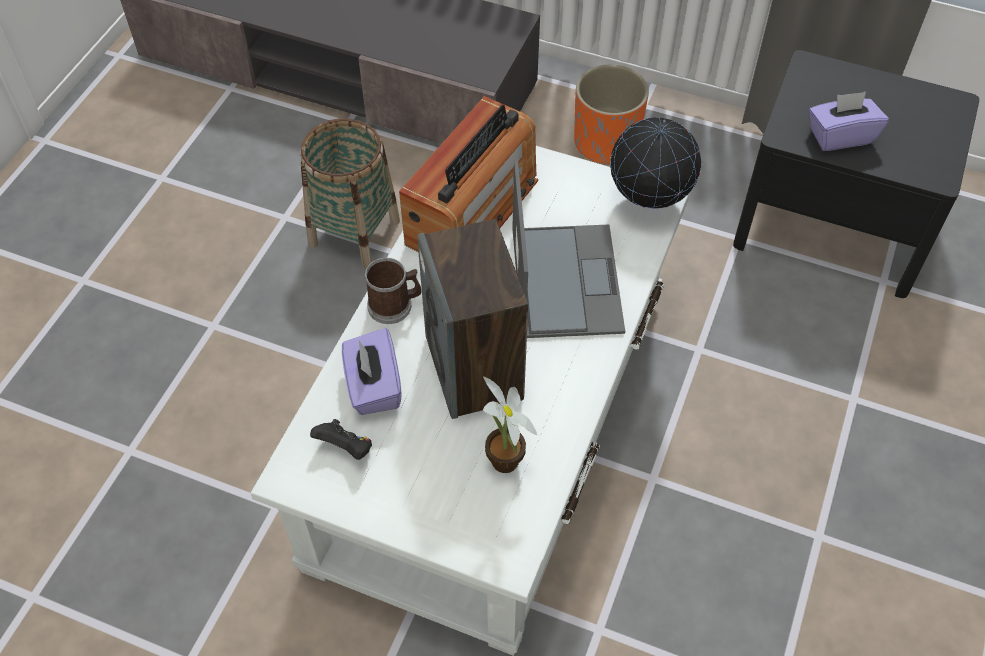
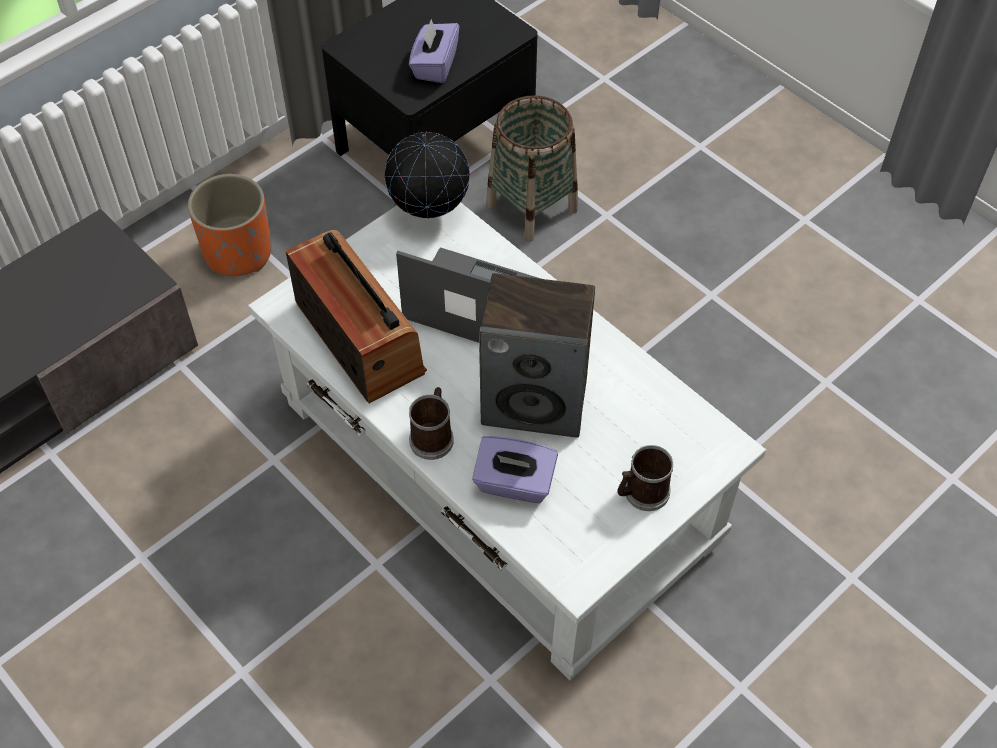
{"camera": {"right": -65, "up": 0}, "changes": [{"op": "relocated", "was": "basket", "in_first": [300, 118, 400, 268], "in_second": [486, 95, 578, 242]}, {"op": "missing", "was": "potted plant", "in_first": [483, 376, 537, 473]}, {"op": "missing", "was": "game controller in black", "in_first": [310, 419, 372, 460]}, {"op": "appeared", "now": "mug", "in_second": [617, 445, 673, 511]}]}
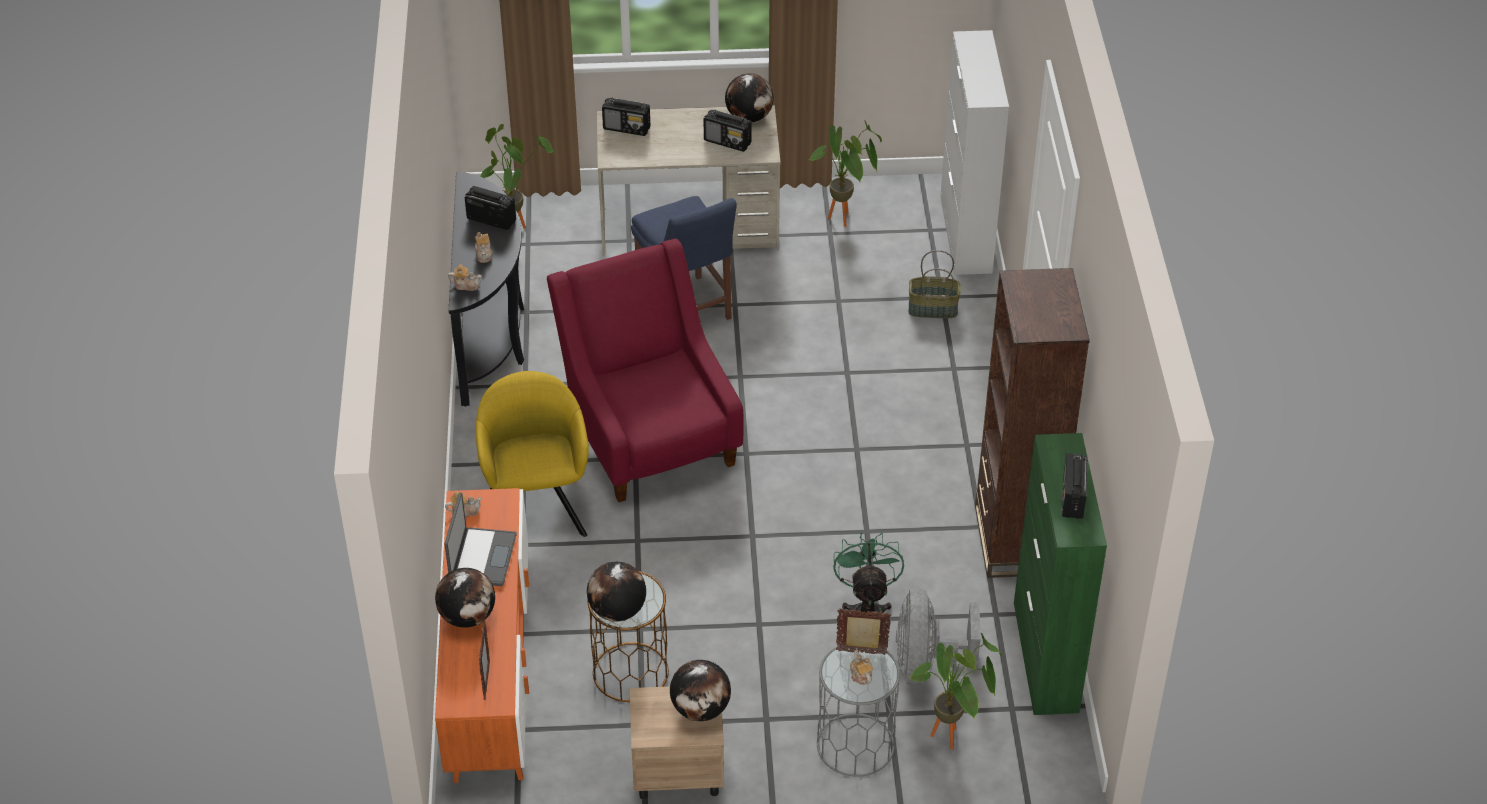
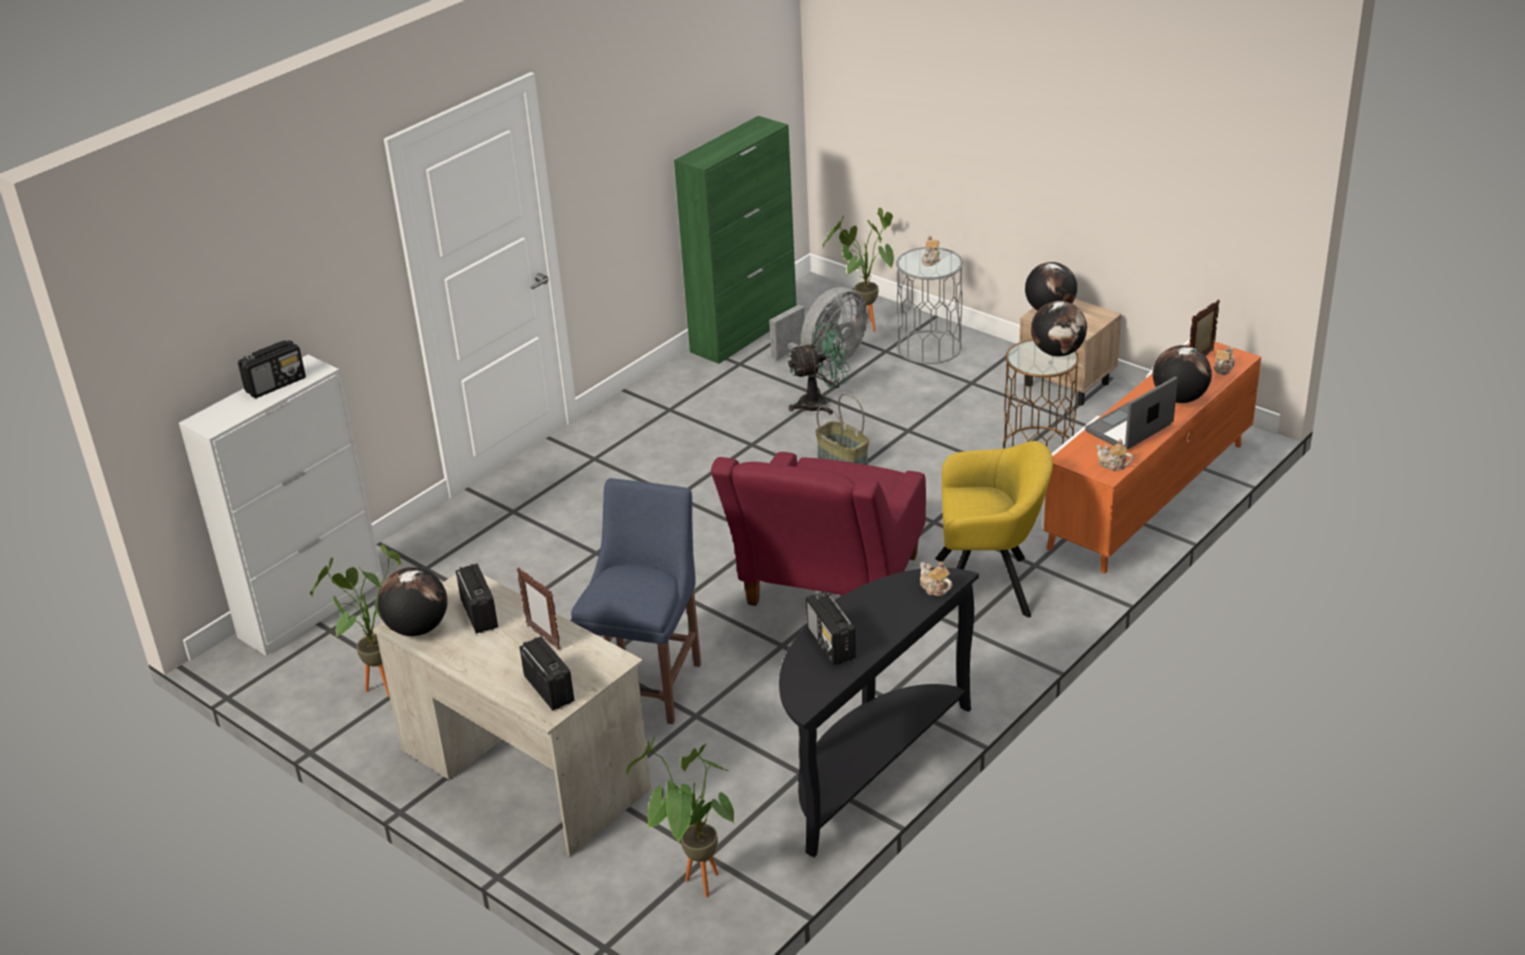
{"camera": {"right": -135, "up": -10}, "changes": [{"op": "relocated", "was": "teapot", "in_first": [475, 232, 493, 263], "in_second": [1213, 347, 1235, 375]}, {"op": "relocated", "was": "basket", "in_first": [908, 250, 961, 318], "in_second": [815, 393, 869, 465]}, {"op": "missing", "was": "bookcase in brown", "in_first": [975, 268, 1090, 578]}, {"op": "spun", "was": "armchair in yellow", "in_first": [476, 371, 589, 537], "in_second": [935, 441, 1053, 617], "clockwise": -120}, {"op": "relocated", "was": "radio", "in_first": [1061, 453, 1087, 519], "in_second": [238, 340, 306, 398]}, {"op": "spun", "was": "fan in green", "in_first": [833, 532, 904, 616], "in_second": [788, 324, 850, 415], "clockwise": -150}, {"op": "relocated", "was": "picture frame", "in_first": [836, 608, 891, 655], "in_second": [517, 568, 561, 650]}]}
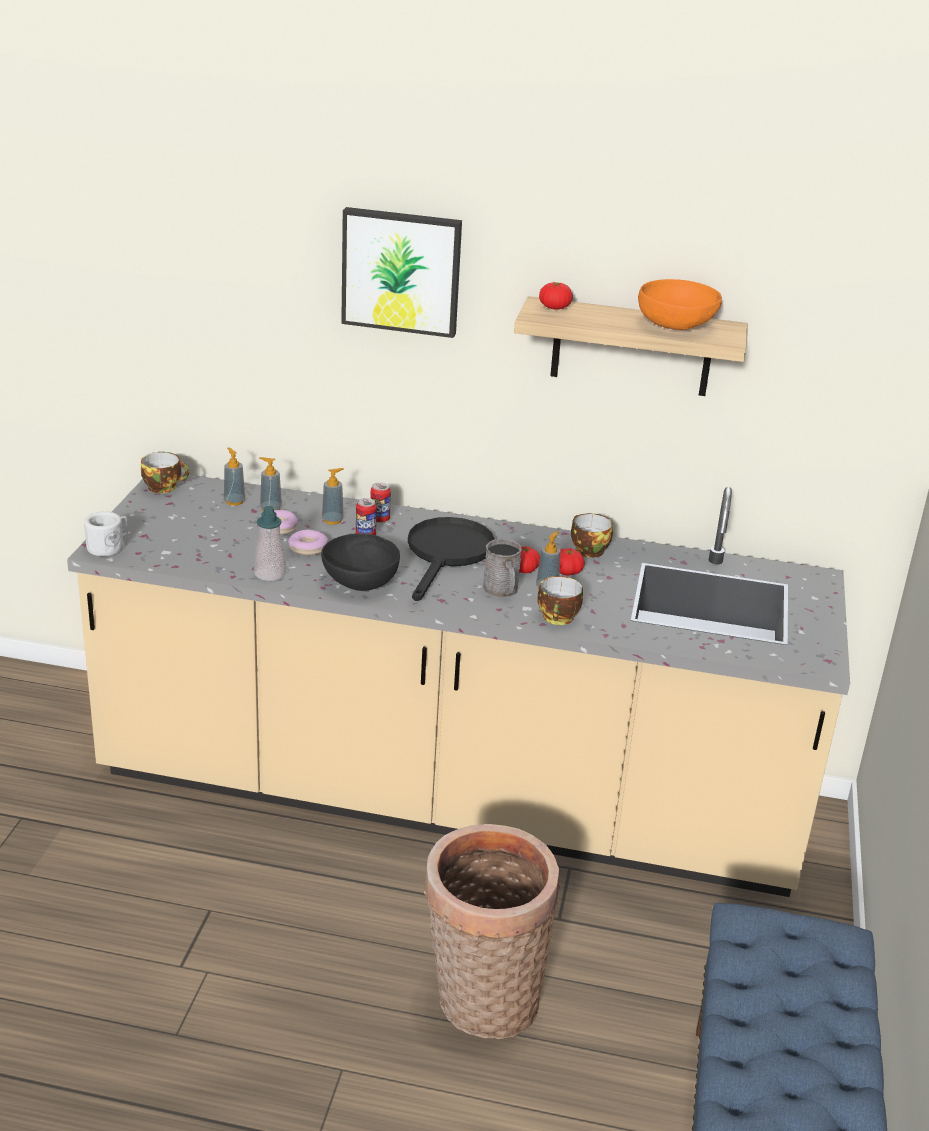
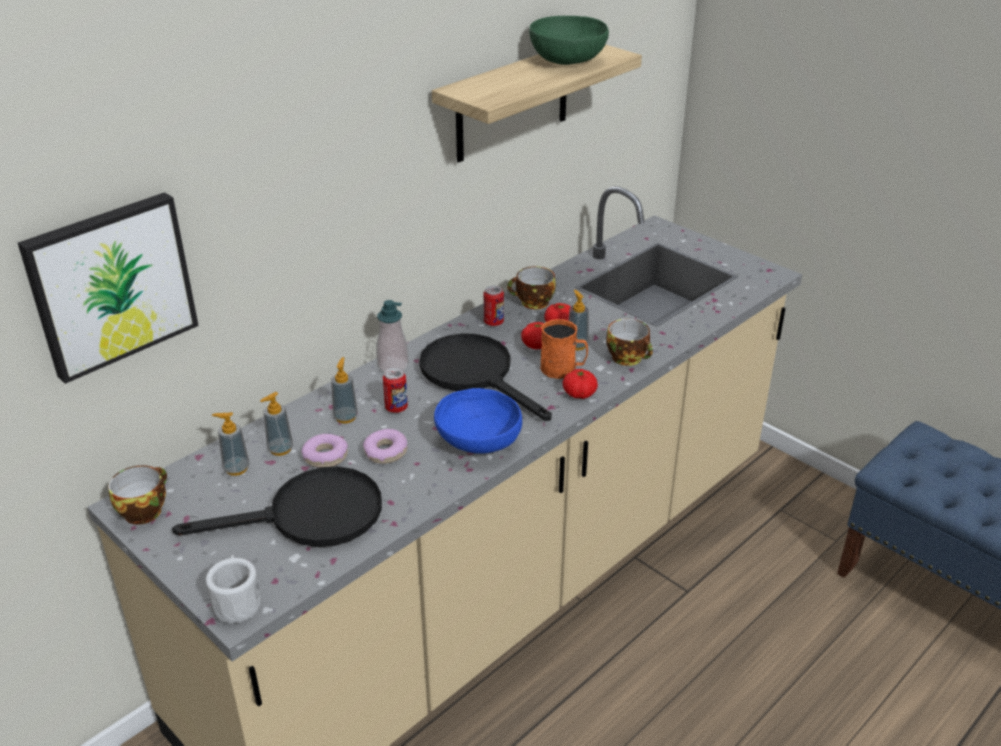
{"camera": {"right": -55, "up": 5}, "changes": [{"op": "relocated", "was": "picture", "in_first": [341, 207, 462, 338], "in_second": [18, 192, 199, 384]}, {"op": "colour", "was": "bowl in orange", "now": "bowl in green", "in_first": [638, 279, 722, 330], "in_second": [529, 16, 609, 65]}, {"op": "relocated", "was": "tomato", "in_first": [539, 282, 573, 309], "in_second": [563, 369, 598, 399]}, {"op": "relocated", "was": "can", "in_first": [370, 482, 391, 523], "in_second": [483, 286, 504, 326]}, {"op": "relocated", "was": "soap dispenser", "in_first": [254, 506, 286, 581], "in_second": [376, 300, 409, 372]}, {"op": "colour", "was": "bowl in black", "now": "bowl in blue", "in_first": [321, 533, 400, 591], "in_second": [434, 388, 522, 454]}, {"op": "colour", "was": "mug in grey", "now": "mug in orange", "in_first": [483, 539, 522, 598], "in_second": [540, 319, 588, 379]}, {"op": "missing", "was": "basket", "in_first": [424, 824, 560, 1039]}, {"op": "appeared", "now": "frying pan in black", "in_second": [172, 466, 382, 547]}]}
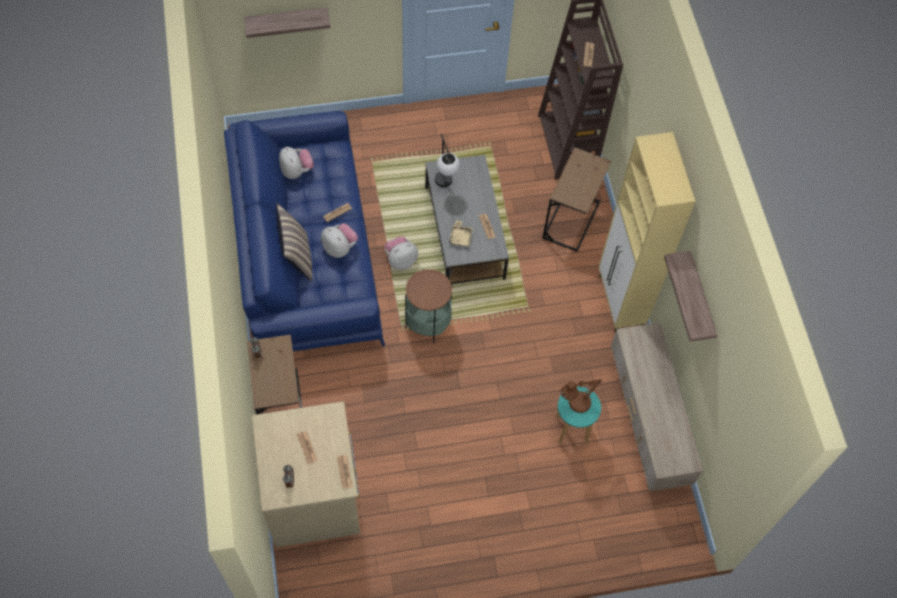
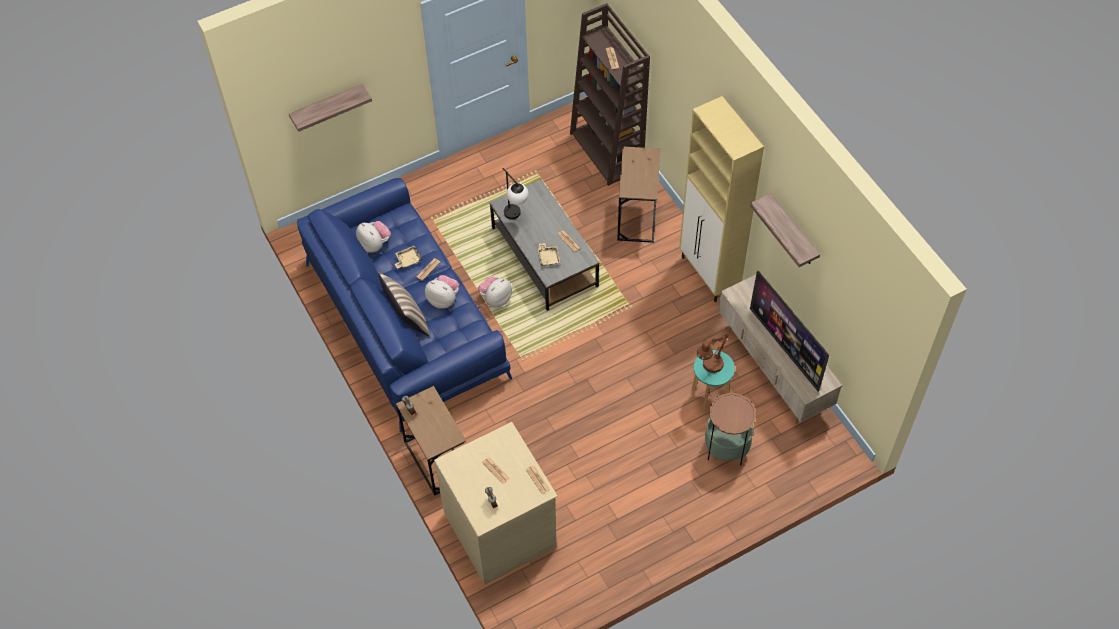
{"camera": {"right": -15, "up": -5}, "changes": [{"op": "relocated", "was": "side table", "in_first": [405, 269, 452, 343], "in_second": [705, 393, 756, 465]}, {"op": "appeared", "now": "tray in beige", "in_second": [395, 246, 422, 269]}, {"op": "appeared", "now": "television", "in_second": [750, 270, 829, 391]}]}
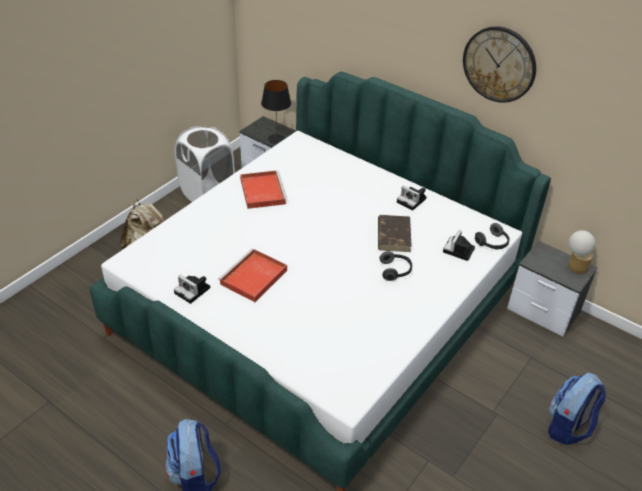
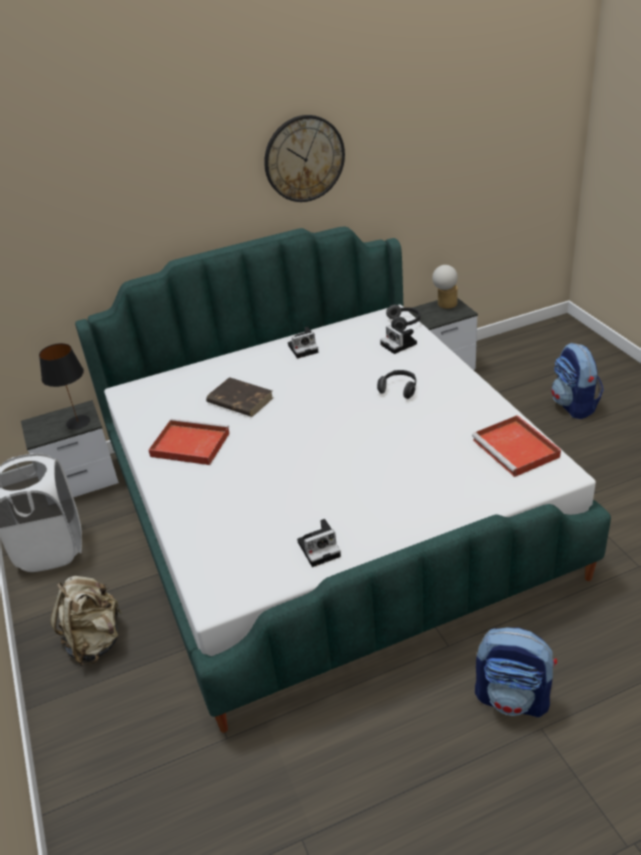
{"camera": {"right": -55, "up": -5}, "changes": [{"op": "relocated", "was": "book in brown", "in_first": [378, 215, 412, 252], "in_second": [206, 377, 273, 417]}, {"op": "relocated", "was": "tray in red", "in_first": [218, 248, 287, 302], "in_second": [472, 415, 561, 477]}]}
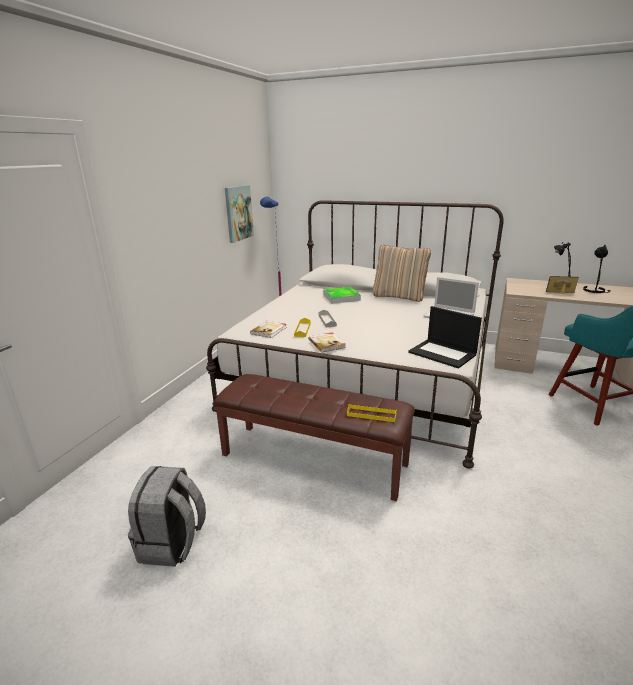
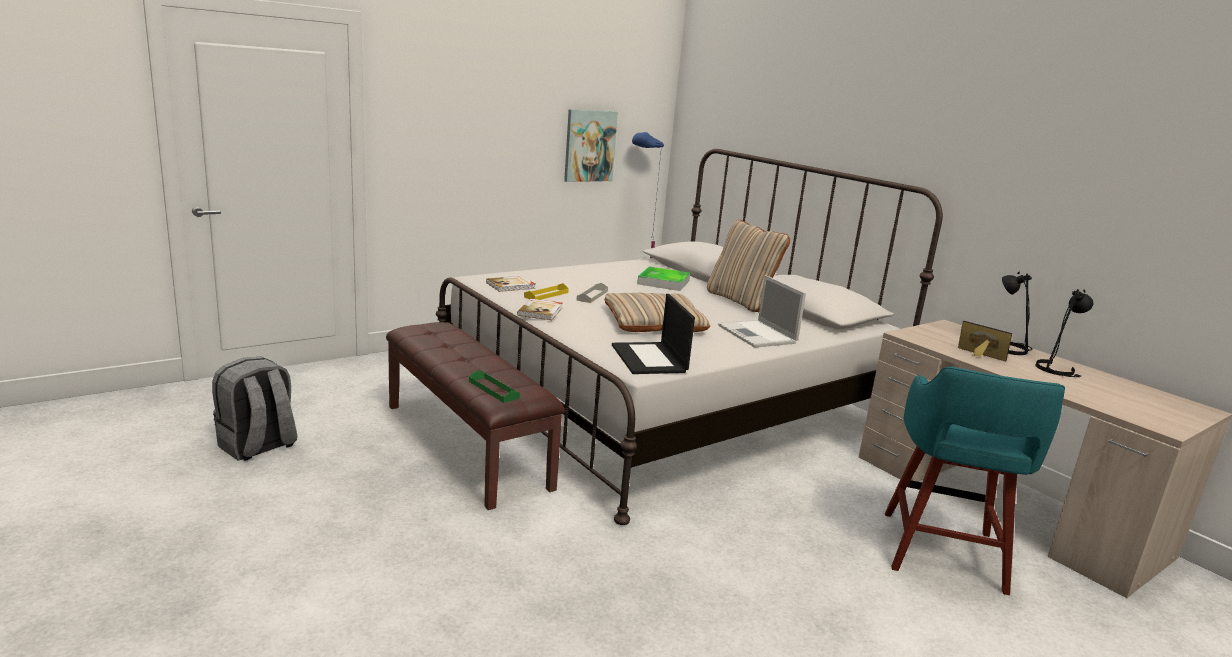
{"camera": {"right": 30, "up": -5}, "changes": [{"op": "colour", "was": "tray in yellow", "now": "tray in green", "in_first": [347, 404, 397, 422], "in_second": [469, 370, 520, 403]}, {"op": "appeared", "now": "pillow in beige", "in_second": [604, 292, 710, 332]}]}
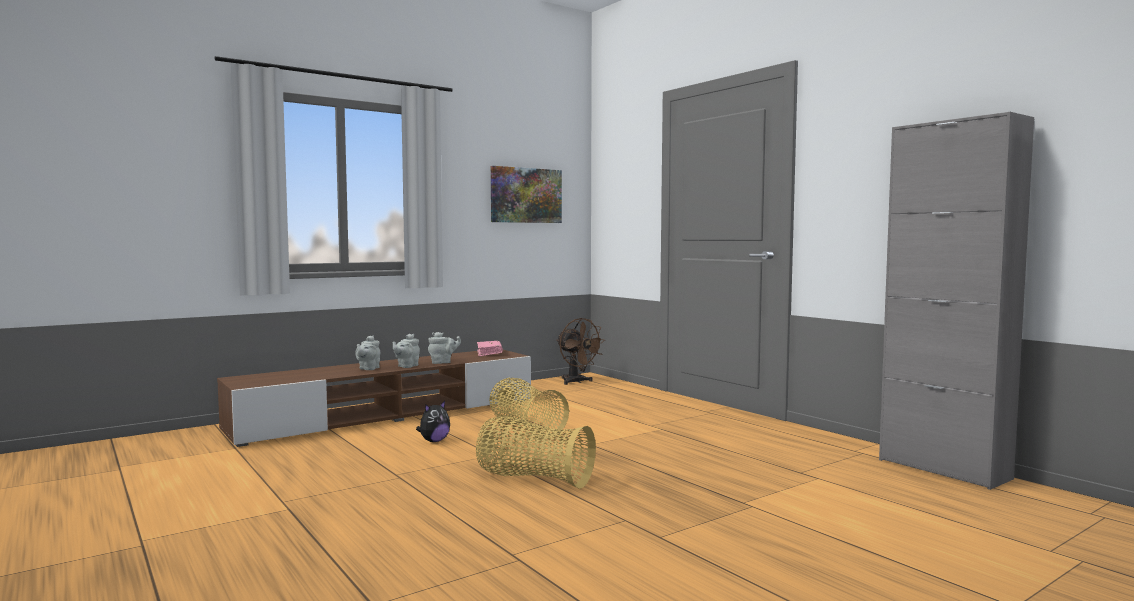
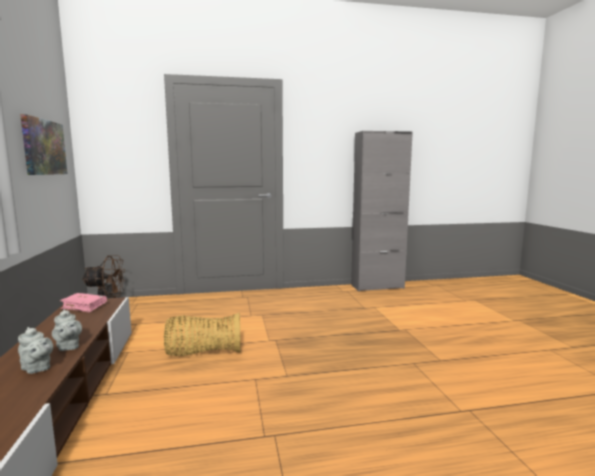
{"camera": {"right": -65, "up": 5}, "changes": [{"op": "missing", "was": "teapot in grey", "in_first": [428, 332, 461, 364]}, {"op": "missing", "was": "plush toy", "in_first": [416, 401, 450, 442]}, {"op": "missing", "was": "basket", "in_first": [476, 417, 596, 489]}]}
